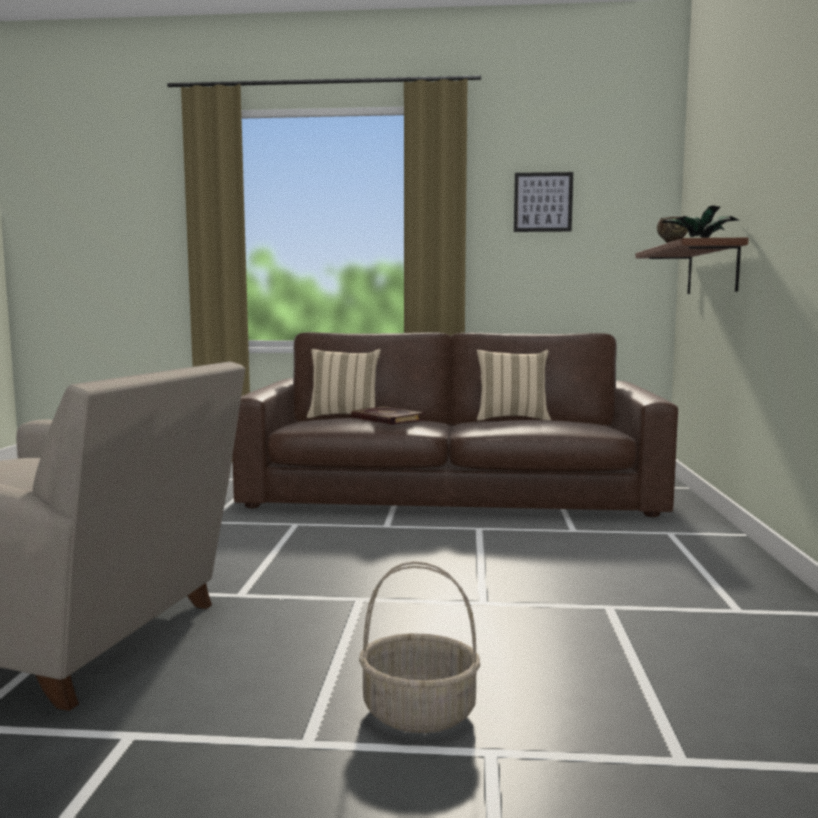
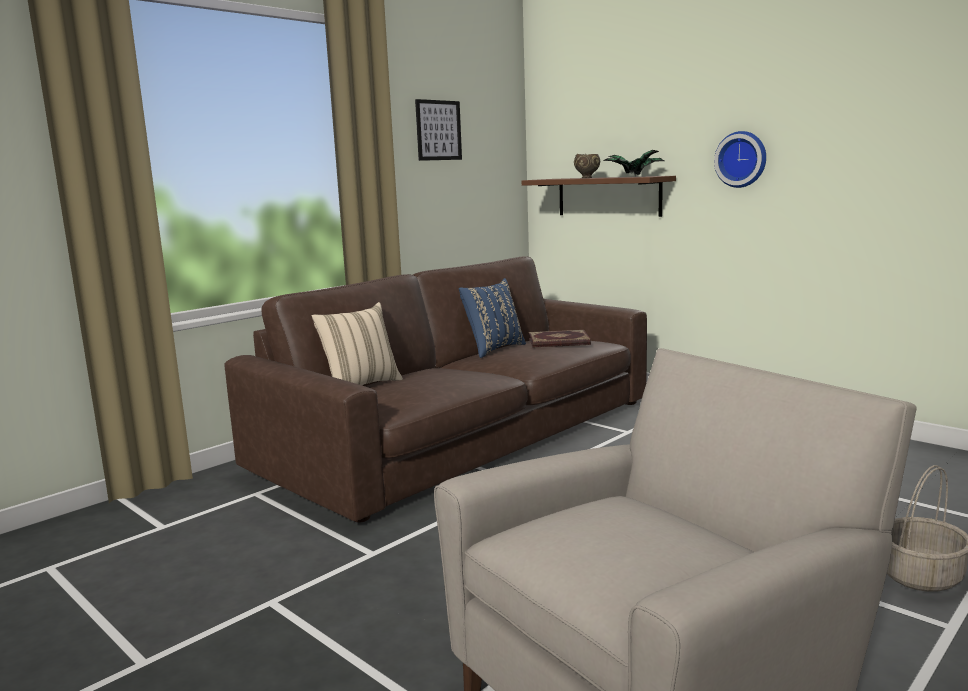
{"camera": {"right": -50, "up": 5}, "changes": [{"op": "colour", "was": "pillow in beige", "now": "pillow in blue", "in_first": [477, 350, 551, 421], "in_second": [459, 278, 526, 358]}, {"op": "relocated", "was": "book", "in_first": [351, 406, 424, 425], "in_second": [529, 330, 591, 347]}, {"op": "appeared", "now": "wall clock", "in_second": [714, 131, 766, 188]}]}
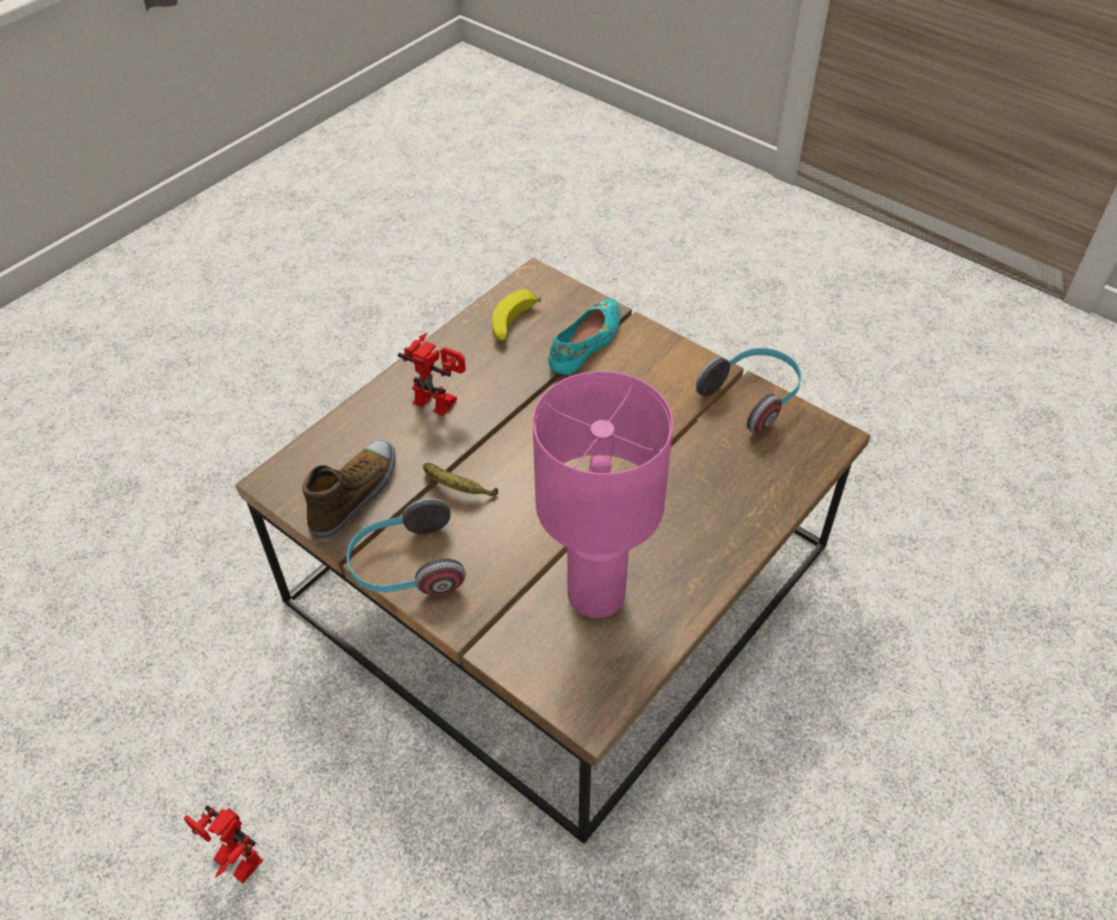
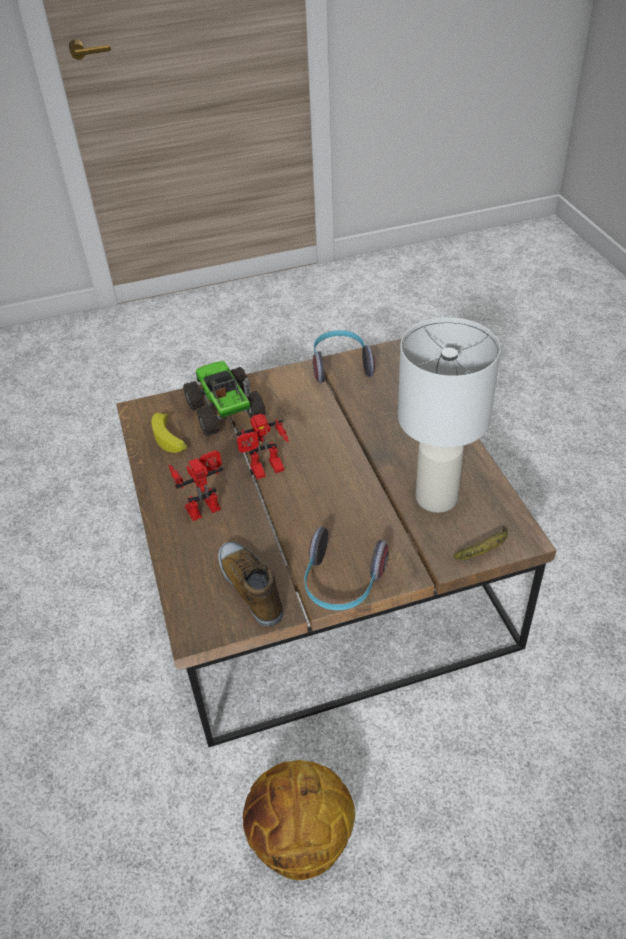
{"camera": {"right": -55, "up": -5}, "changes": [{"op": "exchanged", "was": "shoe in turquoise", "now": "toy truck", "in_first": [548, 298, 621, 375], "in_second": [183, 361, 266, 437]}, {"op": "colour", "was": "table lamp in pink", "now": "table lamp in white", "in_first": [533, 371, 673, 618], "in_second": [398, 317, 501, 513]}, {"op": "relocated", "was": "banana", "in_first": [423, 463, 498, 496], "in_second": [454, 527, 508, 559]}, {"op": "relocated", "was": "toy robot", "in_first": [184, 805, 263, 883], "in_second": [236, 414, 289, 479]}, {"op": "appeared", "now": "basketball", "in_second": [243, 760, 355, 880]}]}
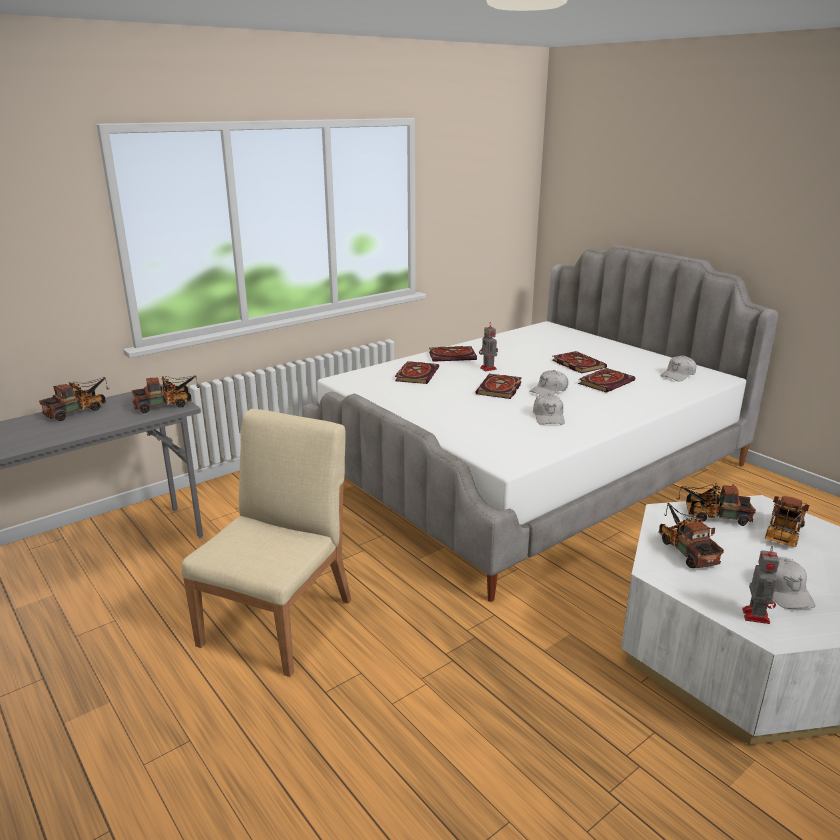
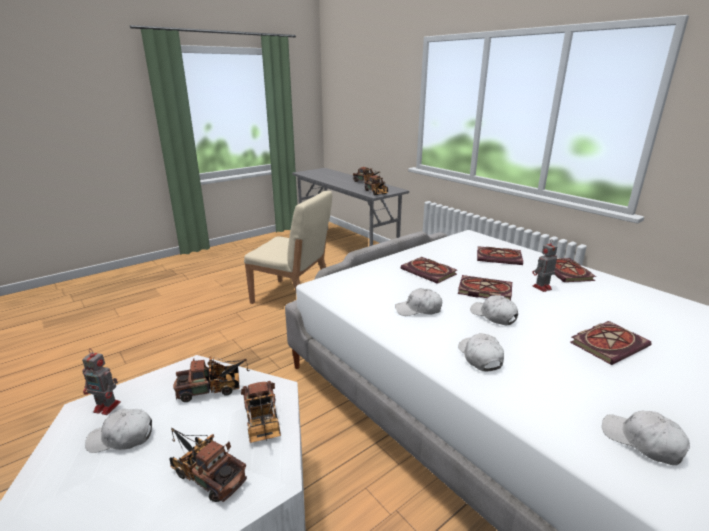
{"camera": {"right": 90, "up": 0}, "changes": [{"op": "relocated", "was": "book", "in_first": [578, 368, 635, 393], "in_second": [401, 257, 457, 284]}, {"op": "spun", "was": "toy truck", "in_first": [677, 483, 756, 526], "in_second": [241, 381, 281, 443], "clockwise": 150}, {"op": "appeared", "now": "cap in white", "in_second": [458, 333, 504, 371]}]}
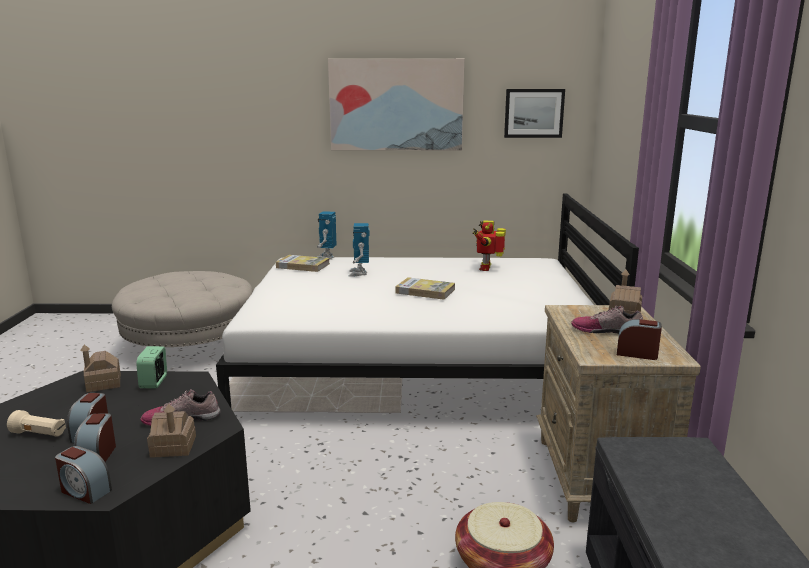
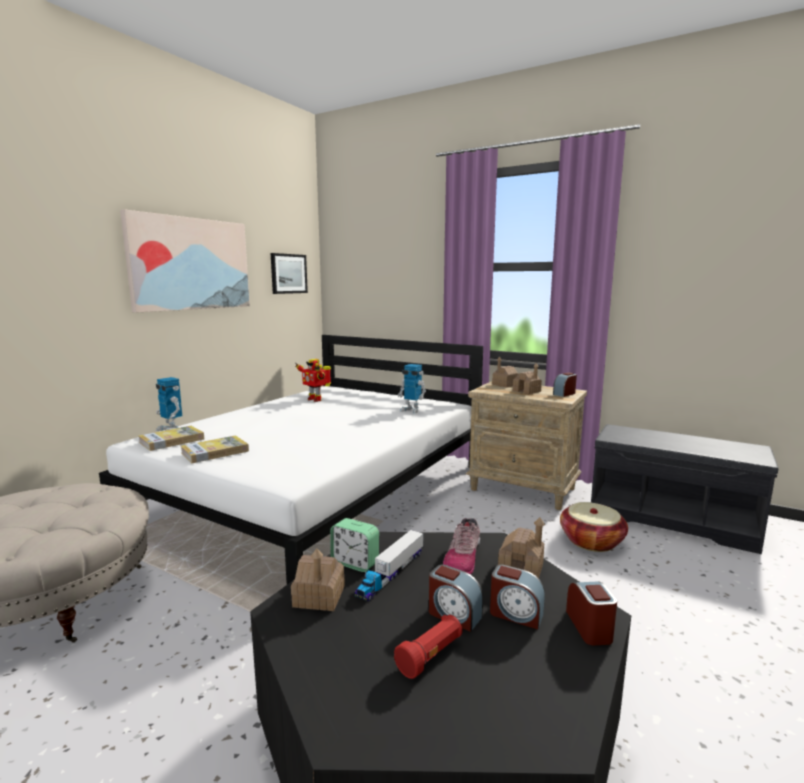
{"camera": {"right": -60, "up": -5}, "changes": [{"op": "relocated", "was": "toy robot", "in_first": [349, 223, 370, 277], "in_second": [398, 364, 426, 414]}, {"op": "relocated", "was": "book", "in_first": [395, 277, 455, 300], "in_second": [181, 435, 249, 463]}, {"op": "exchanged", "was": "shoe", "now": "toy house", "in_first": [571, 306, 643, 334], "in_second": [513, 363, 542, 394]}, {"op": "colour", "was": "flashlight in beige", "now": "flashlight in red", "in_first": [7, 410, 66, 437], "in_second": [394, 615, 462, 679]}, {"op": "spun", "was": "alarm clock", "in_first": [55, 446, 112, 504], "in_second": [566, 581, 617, 645], "clockwise": -60}, {"op": "appeared", "now": "toy truck", "in_second": [354, 530, 423, 601]}]}
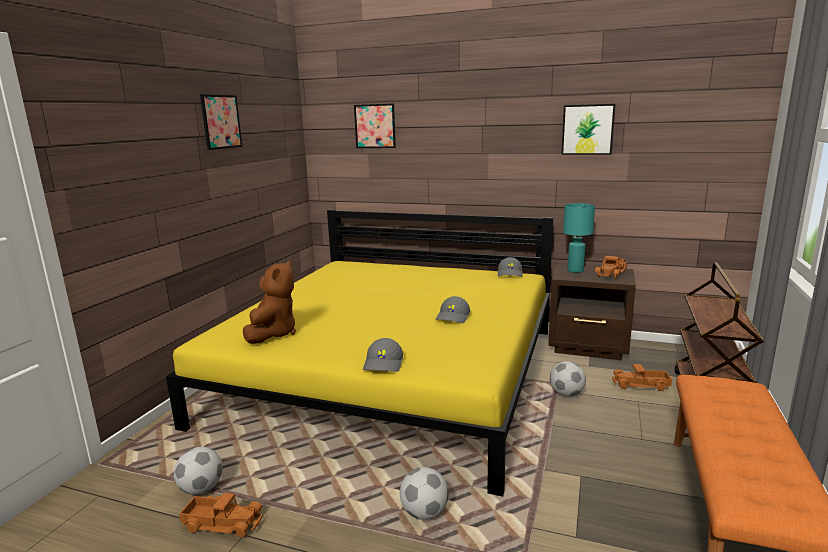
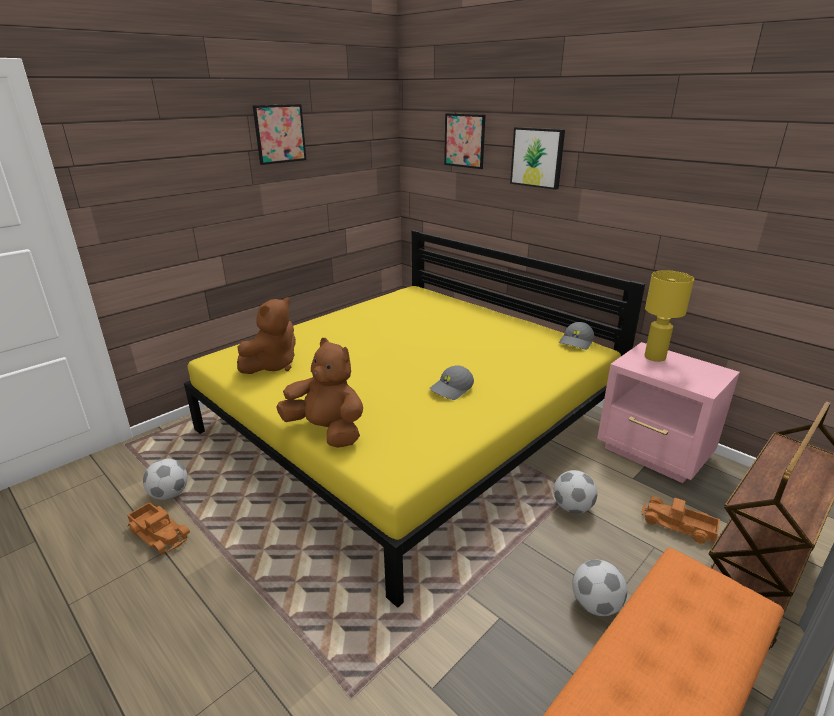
{"camera": {"right": 25, "up": 10}, "changes": [{"op": "relocated", "was": "picture", "in_first": [561, 104, 615, 155], "in_second": [510, 127, 565, 190]}, {"op": "colour", "was": "table lamp in turquoise", "now": "table lamp in yellow", "in_first": [563, 203, 595, 273], "in_second": [645, 270, 694, 362]}, {"op": "missing", "was": "toy truck", "in_first": [595, 256, 627, 279]}, {"op": "colour", "was": "nightstand in brown", "now": "nightstand in pink", "in_first": [548, 265, 636, 360], "in_second": [597, 342, 740, 483]}, {"op": "exchanged", "was": "cap in grey", "now": "plush toy in brown", "in_first": [363, 338, 403, 372], "in_second": [277, 338, 363, 448]}, {"op": "relocated", "was": "football", "in_first": [400, 467, 449, 520], "in_second": [572, 560, 627, 616]}]}
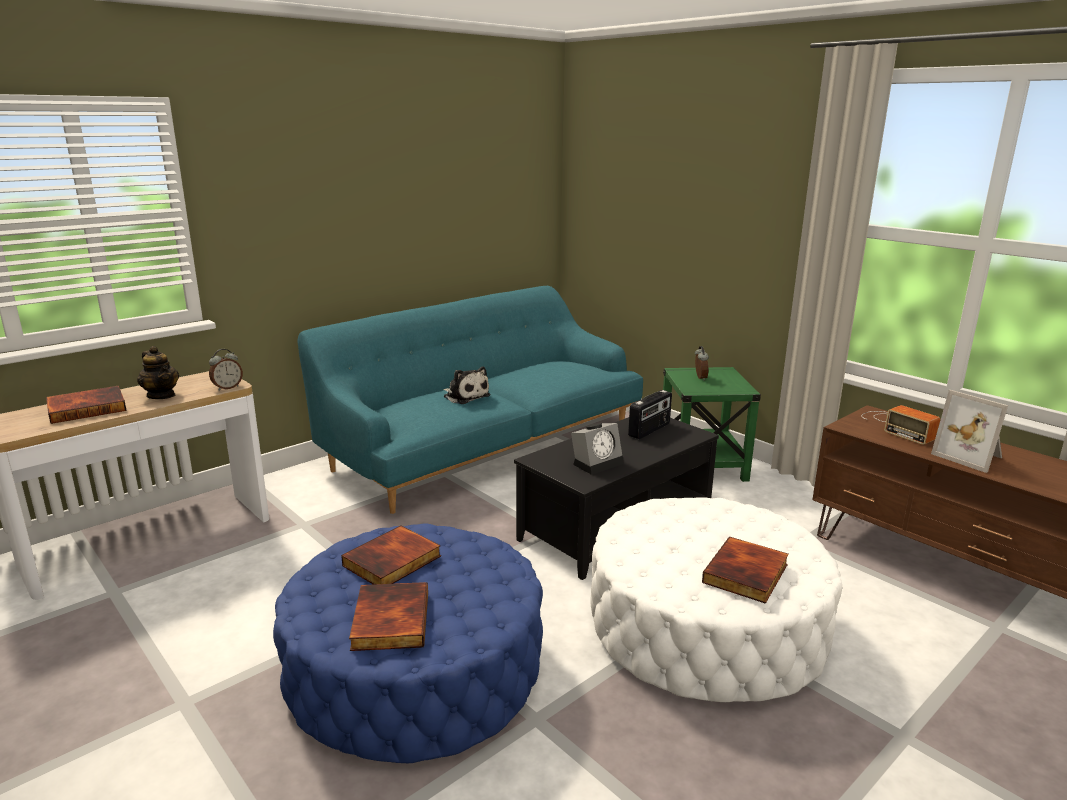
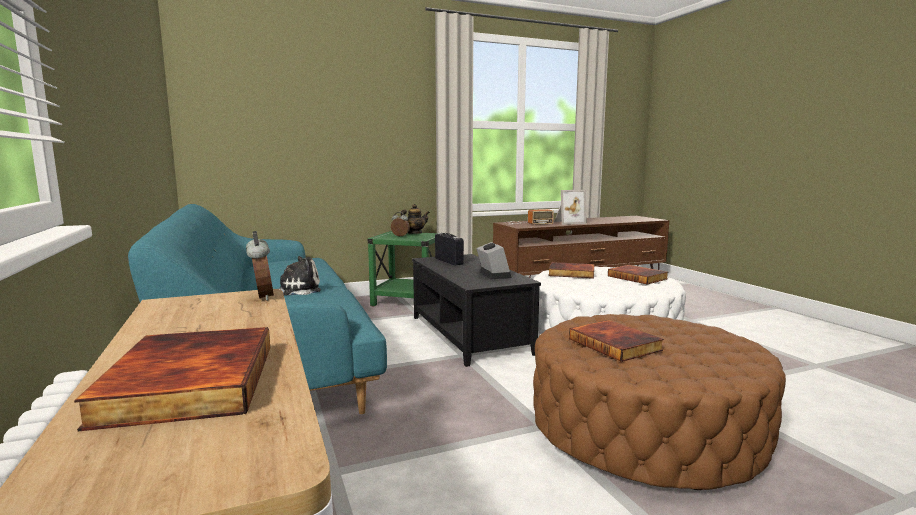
{"camera": {"right": -70, "up": -10}, "changes": [{"op": "relocated", "was": "teapot", "in_first": [137, 346, 179, 399], "in_second": [401, 204, 430, 234]}, {"op": "colour", "was": "ottoman in blue", "now": "ottoman in brown", "in_first": [273, 524, 543, 763], "in_second": [533, 314, 786, 490]}, {"op": "relocated", "was": "book", "in_first": [349, 582, 428, 651], "in_second": [548, 262, 594, 279]}]}
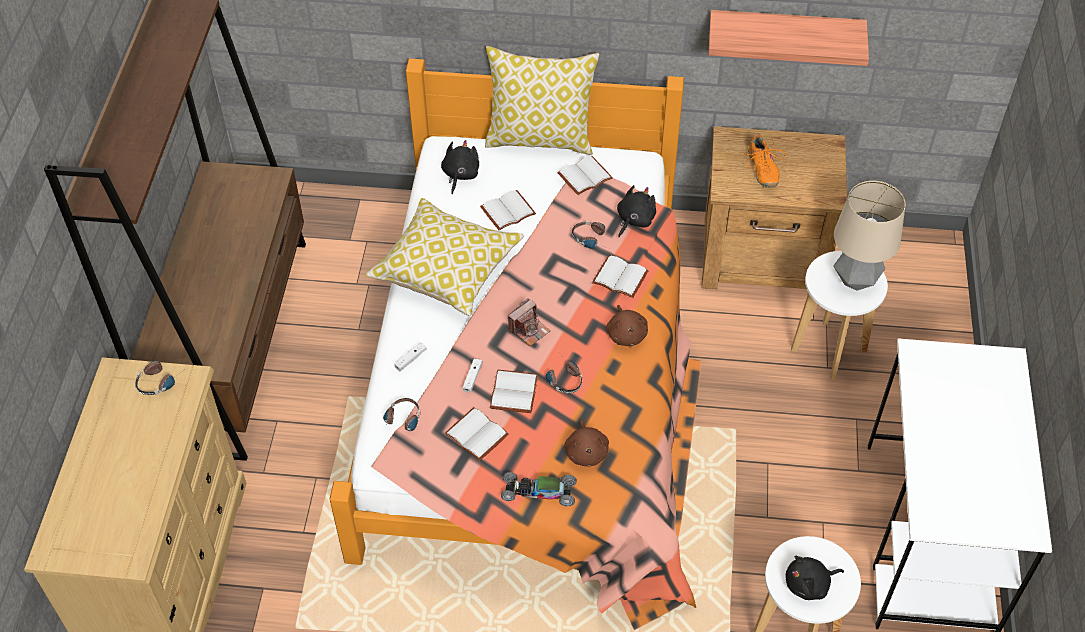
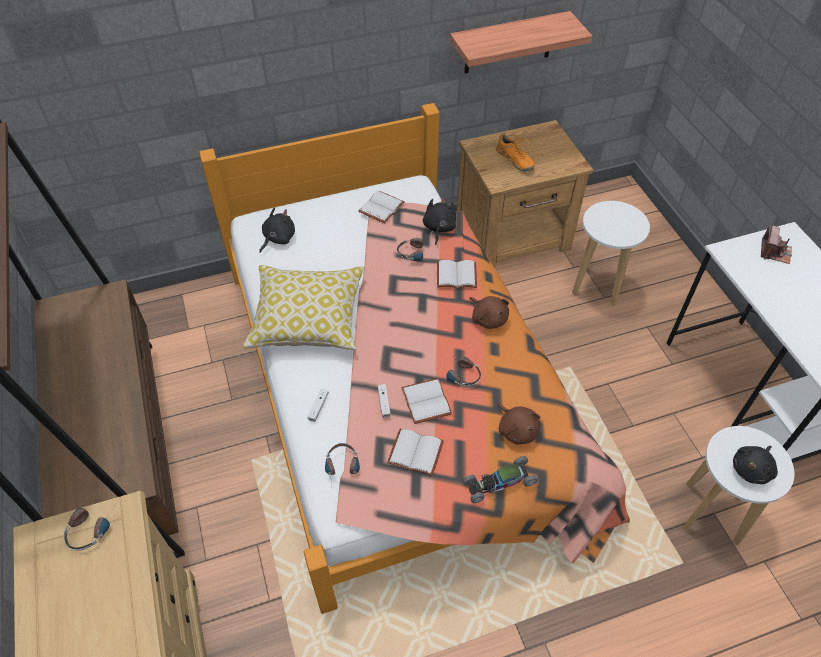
{"camera": {"right": -25, "up": 0}, "changes": [{"op": "missing", "was": "pillow", "in_first": [485, 46, 599, 155]}, {"op": "spun", "was": "plush toy in black", "in_first": [441, 140, 479, 194], "in_second": [260, 208, 295, 253], "clockwise": 45}, {"op": "missing", "was": "table lamp", "in_first": [833, 181, 906, 291]}, {"op": "missing", "was": "book in white", "in_first": [480, 190, 536, 230]}, {"op": "relocated", "was": "photo camera", "in_first": [508, 298, 550, 346], "in_second": [761, 225, 792, 264]}]}
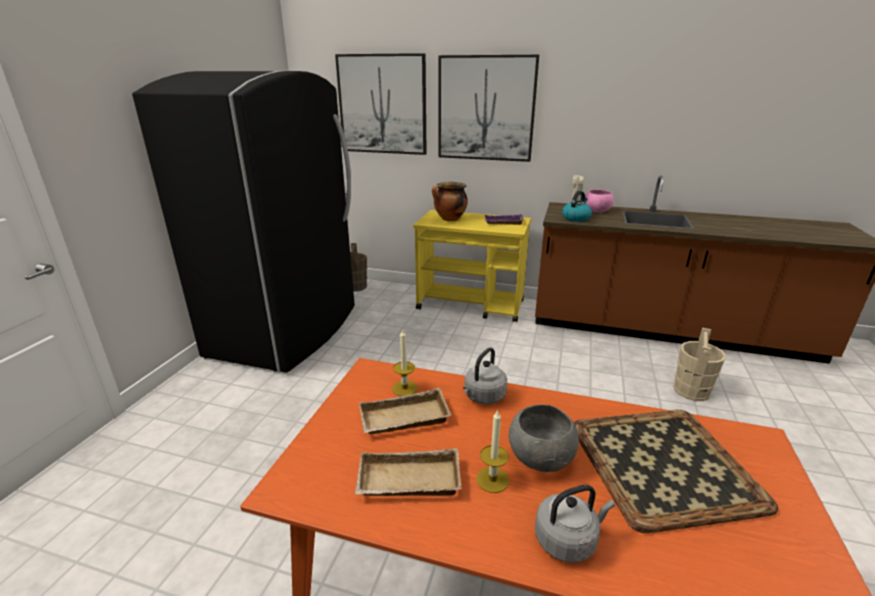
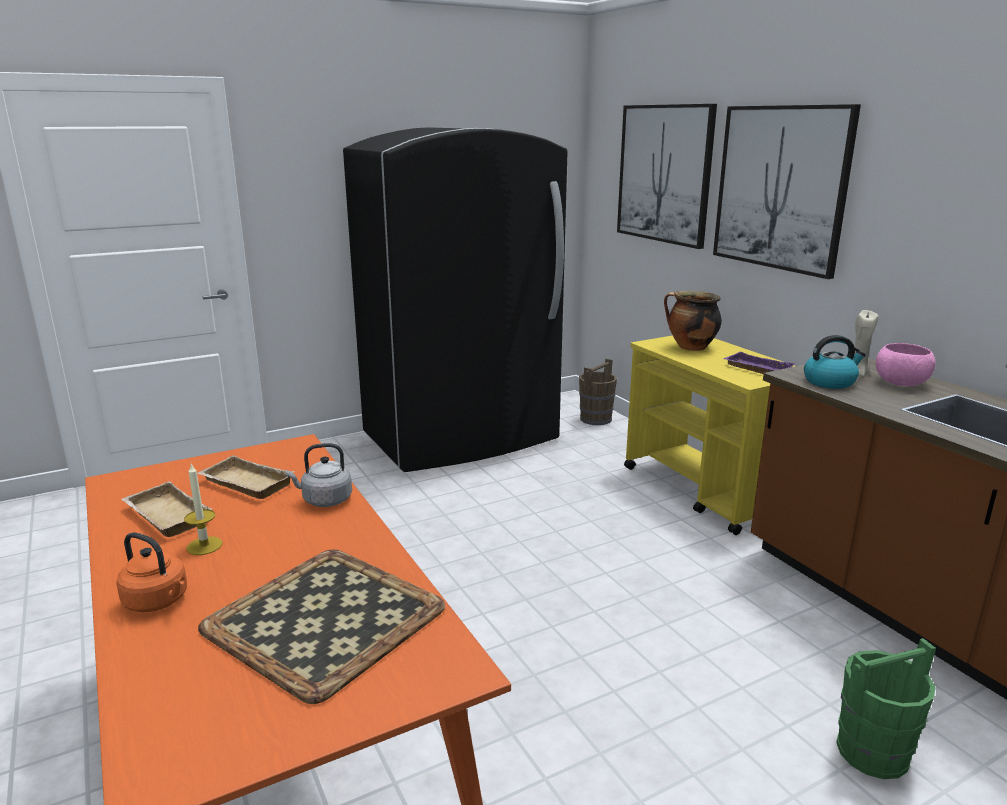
{"camera": {"right": 45, "up": -5}, "changes": [{"op": "colour", "was": "bucket in beige", "now": "bucket in green", "in_first": [673, 328, 726, 401], "in_second": [837, 638, 936, 779]}, {"op": "missing", "was": "candle", "in_first": [392, 330, 418, 396]}, {"op": "missing", "was": "bowl in grey", "in_first": [509, 404, 579, 472]}, {"op": "colour", "was": "kettle in grey", "now": "kettle in orange", "in_first": [535, 485, 615, 563], "in_second": [116, 532, 187, 612]}]}
